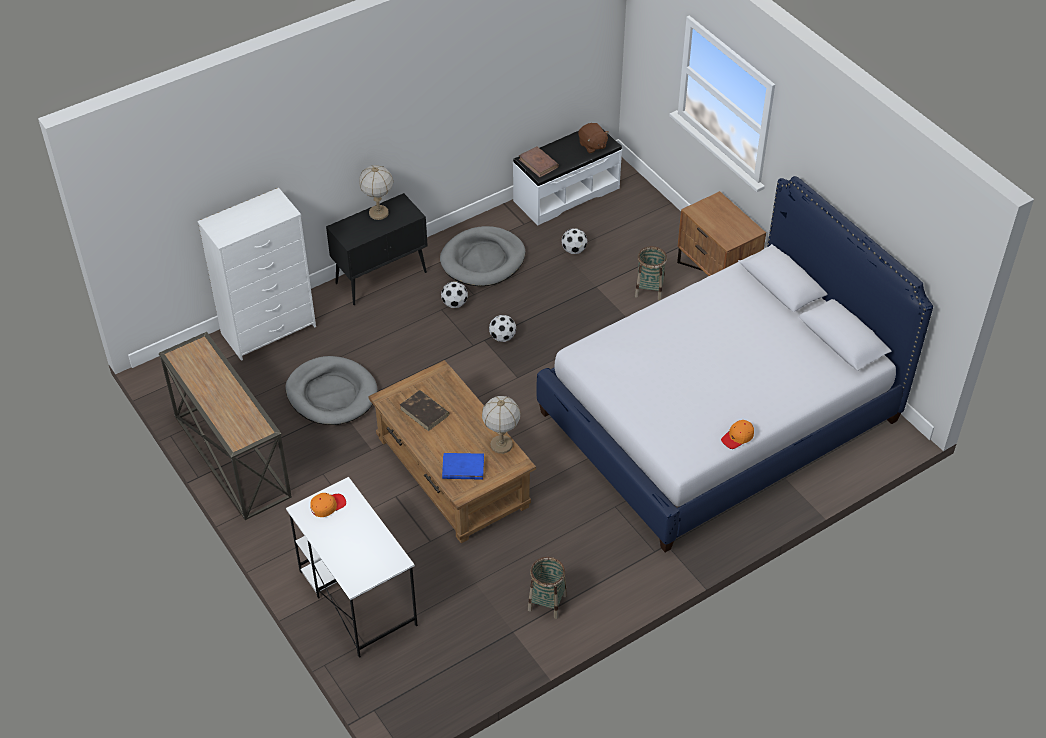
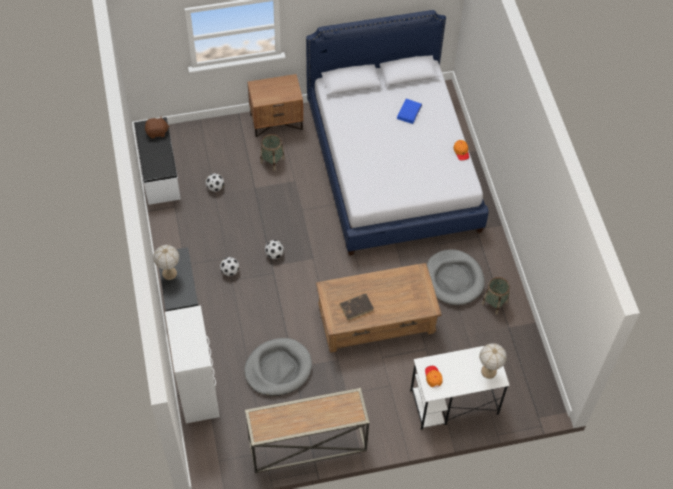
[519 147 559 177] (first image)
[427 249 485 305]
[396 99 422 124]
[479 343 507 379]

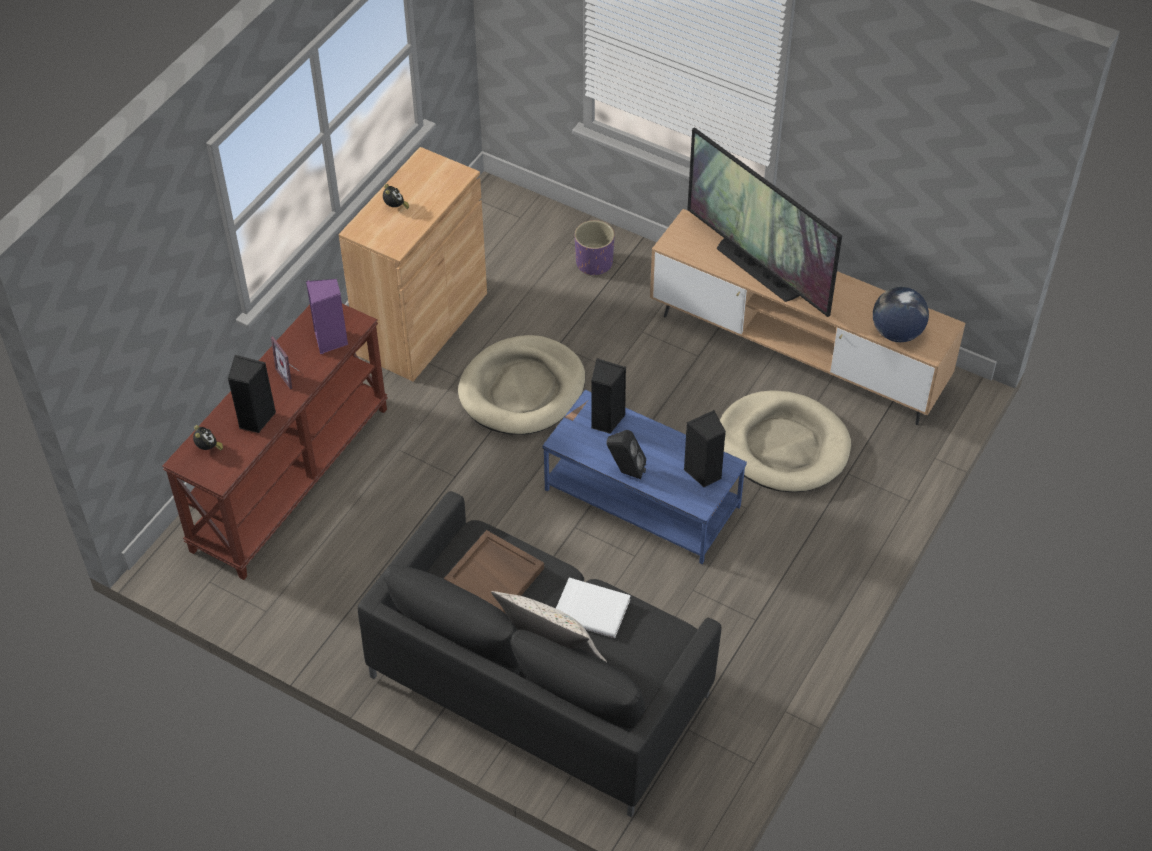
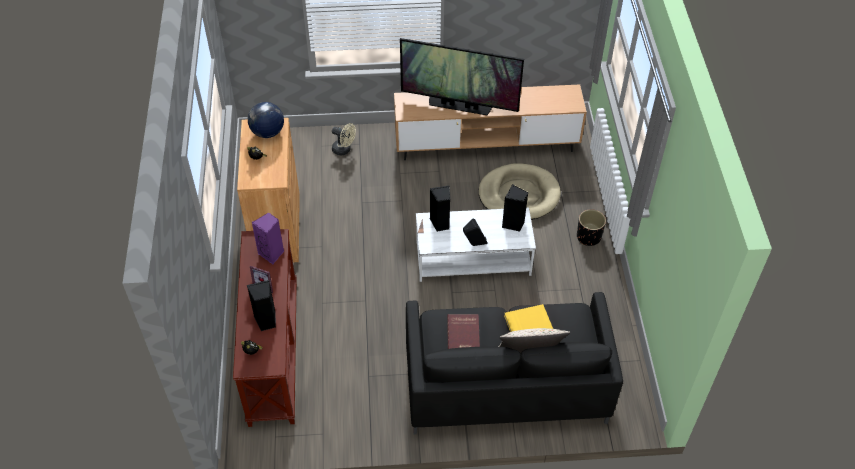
[458 335 585 435] (first image)
[577 209 606 246]
[248 102 284 138]
[447 314 480 349]
[332 123 356 155]
[416 208 536 282]
[504 304 553 332]

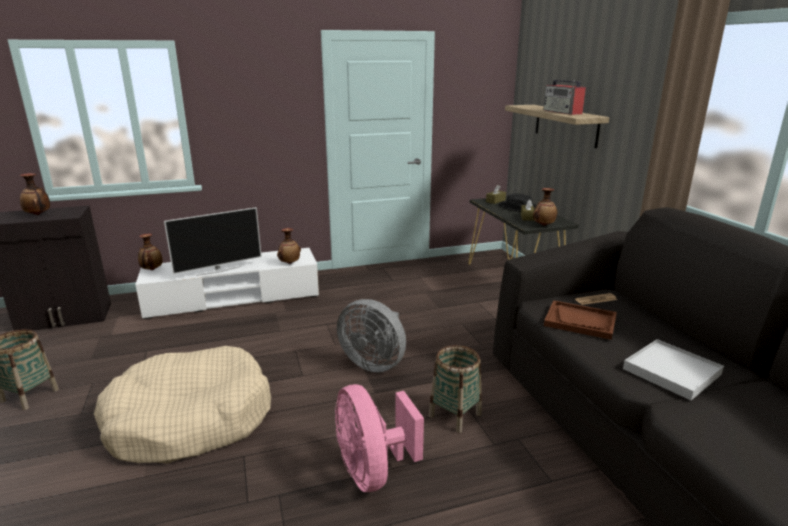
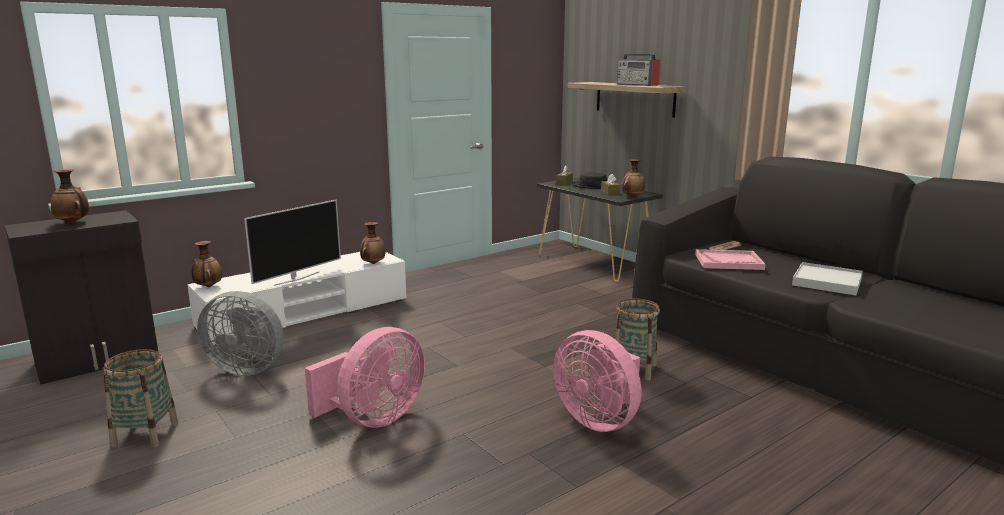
[197 291 284 376]
[305 327 425 427]
[695 249 766 270]

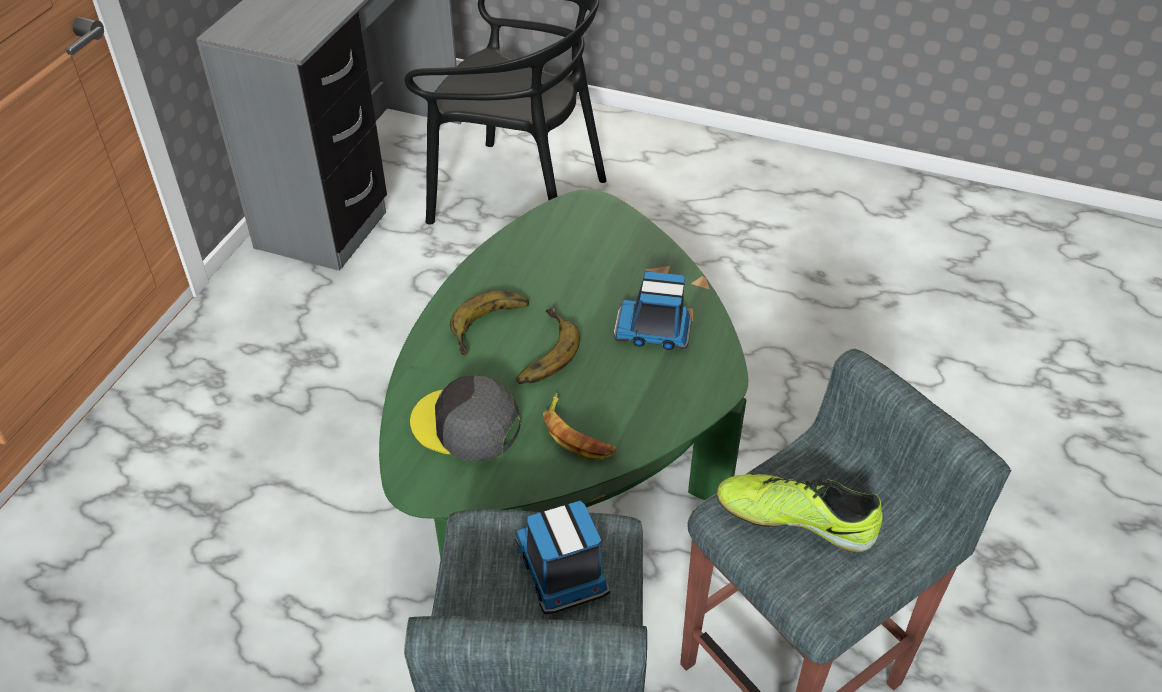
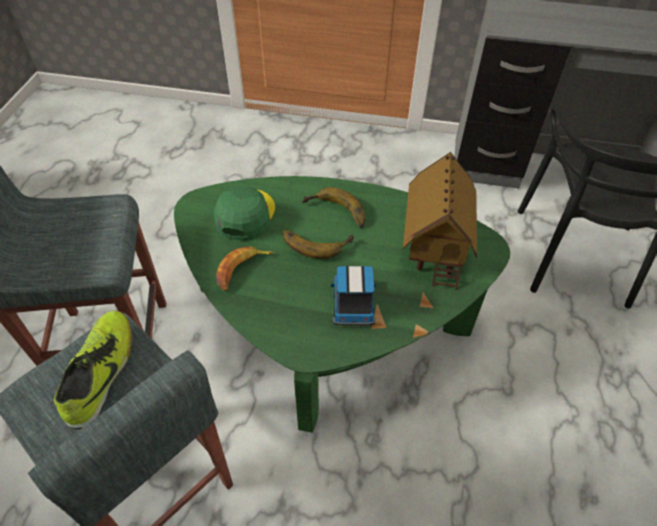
[515 501 611 614] (first image)
[403 152 477 290]
[214 186 275 241]

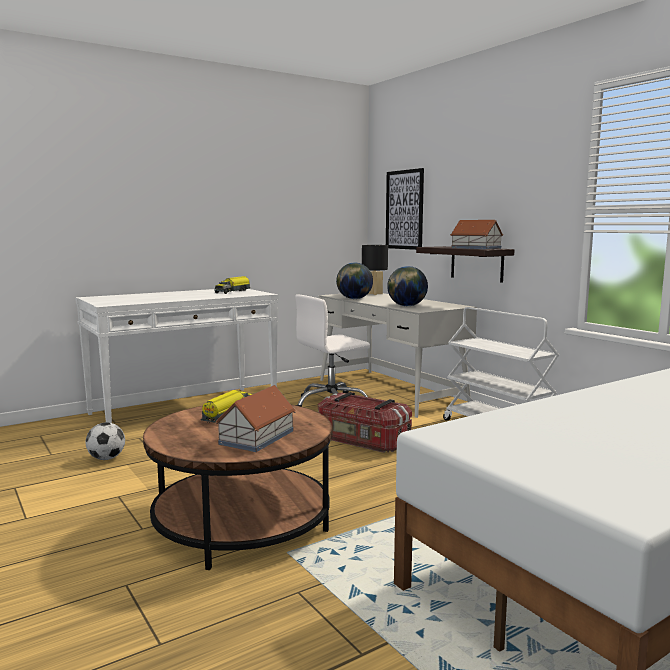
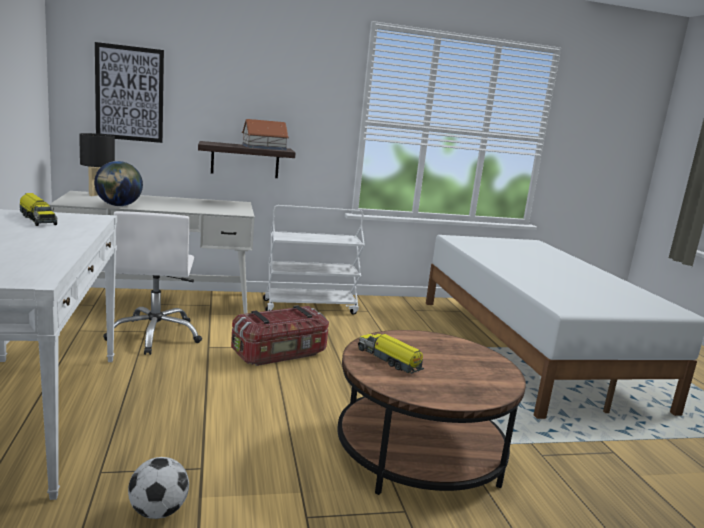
[215 385 296 452] (first image)
[387 266 428 306] (first image)

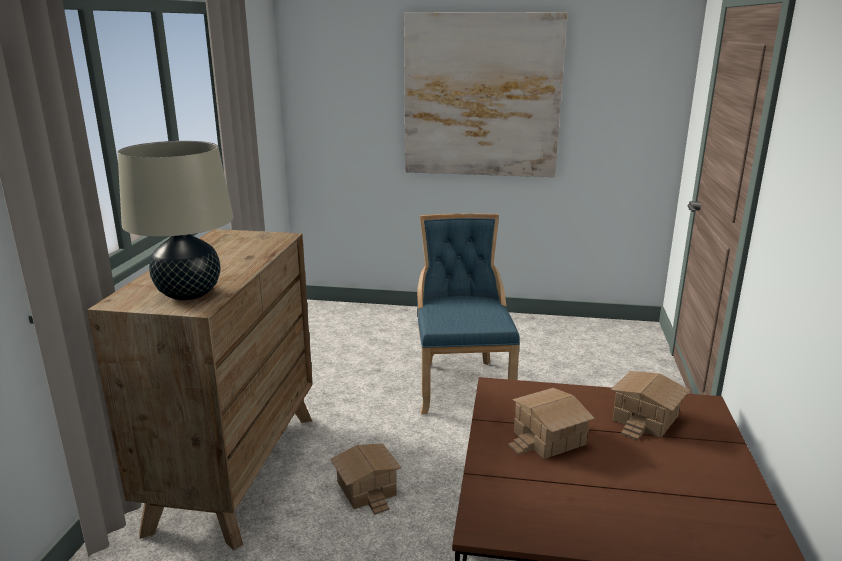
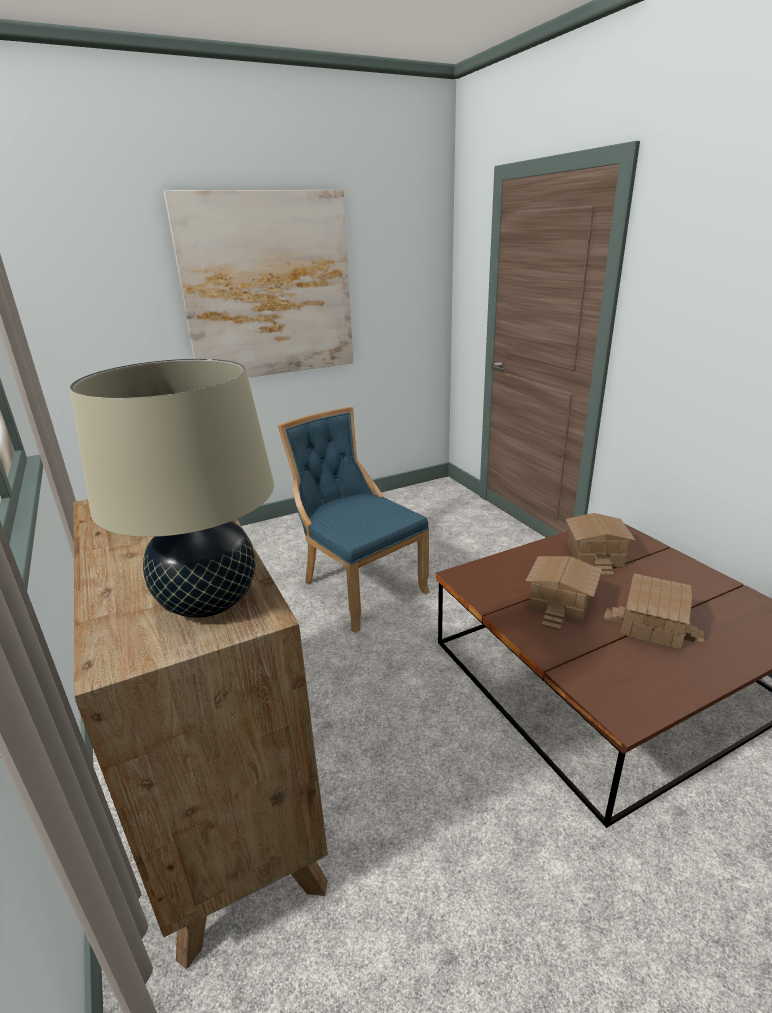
[603 573 704 650]

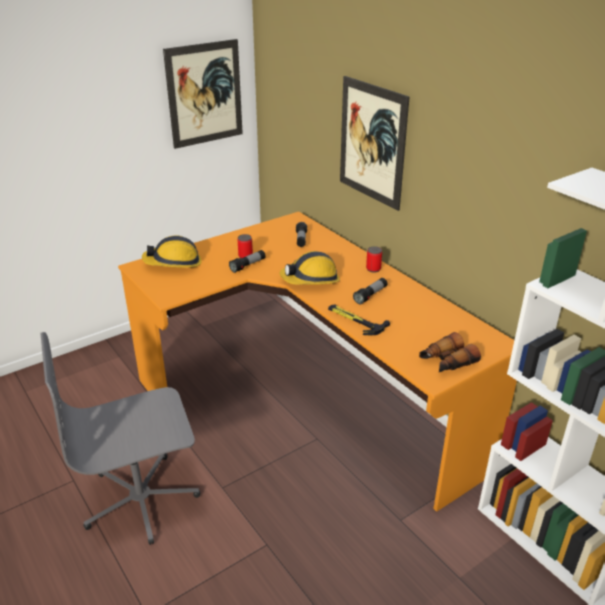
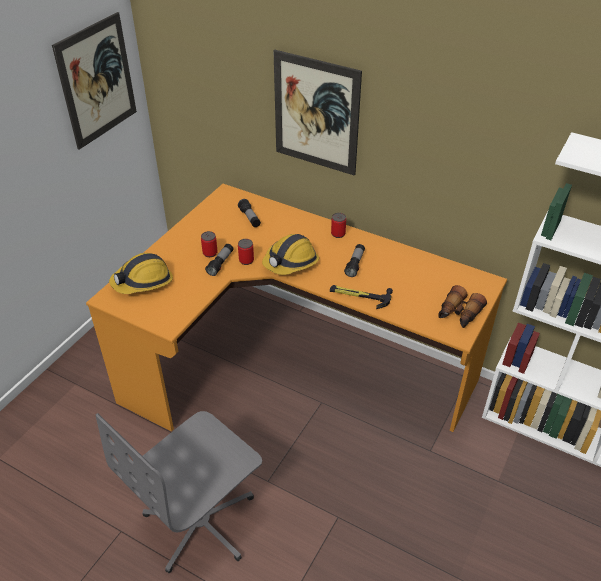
[238 239 254 265]

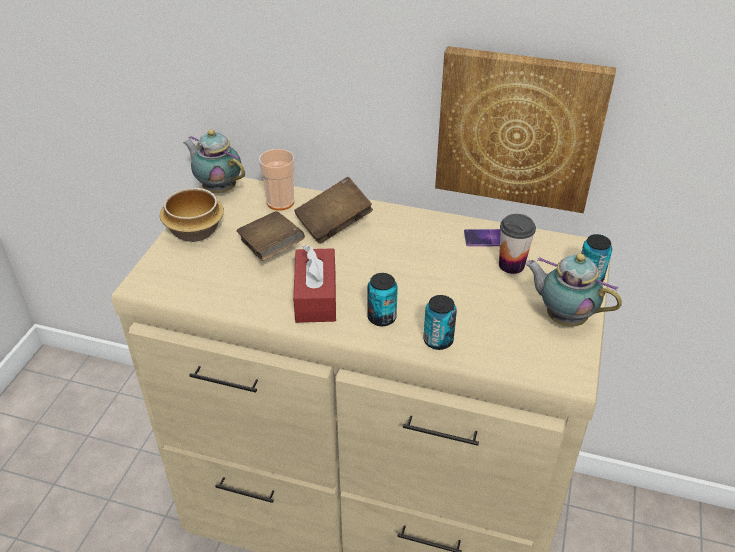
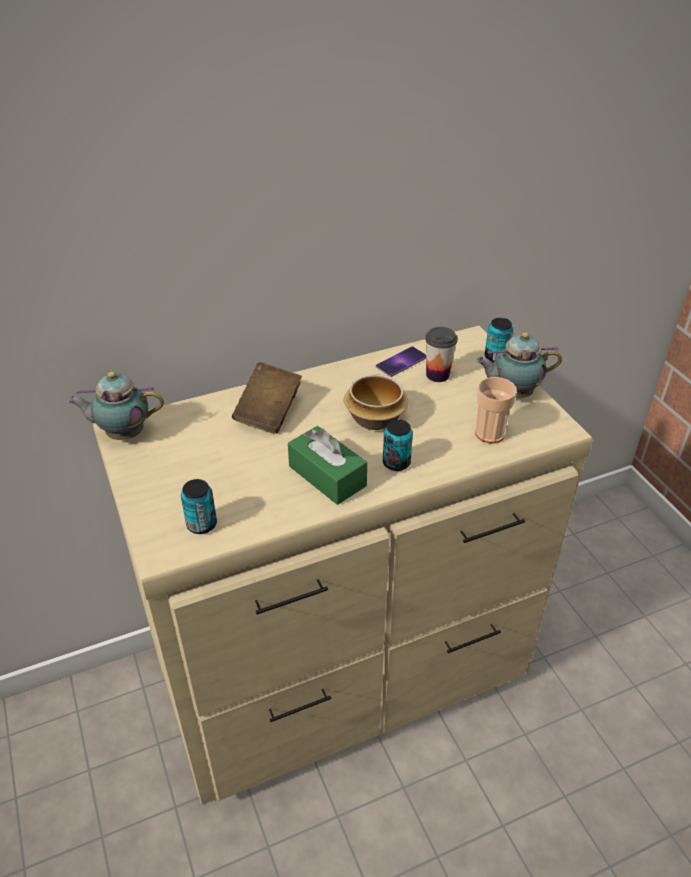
[236 211 305 261] (first image)
[435 46 616 213] (first image)
[344 374 408 430]
[475 377 517 444]
[181 479 217 534]
[288 426 367 505]

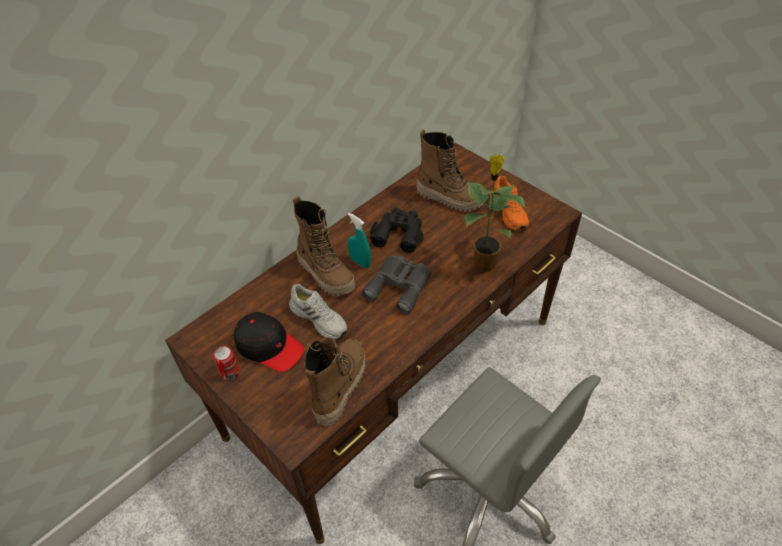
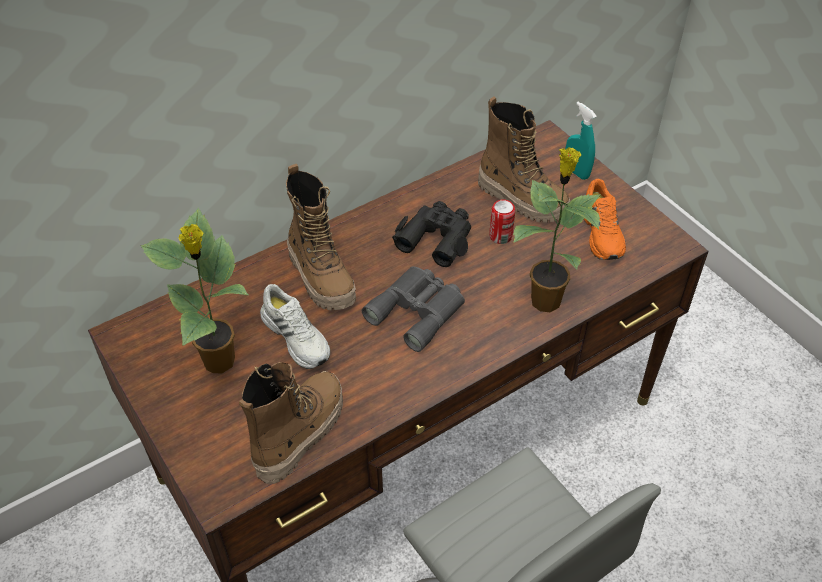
[489 199 515 244]
[565 102 597 180]
[141 208 249 373]

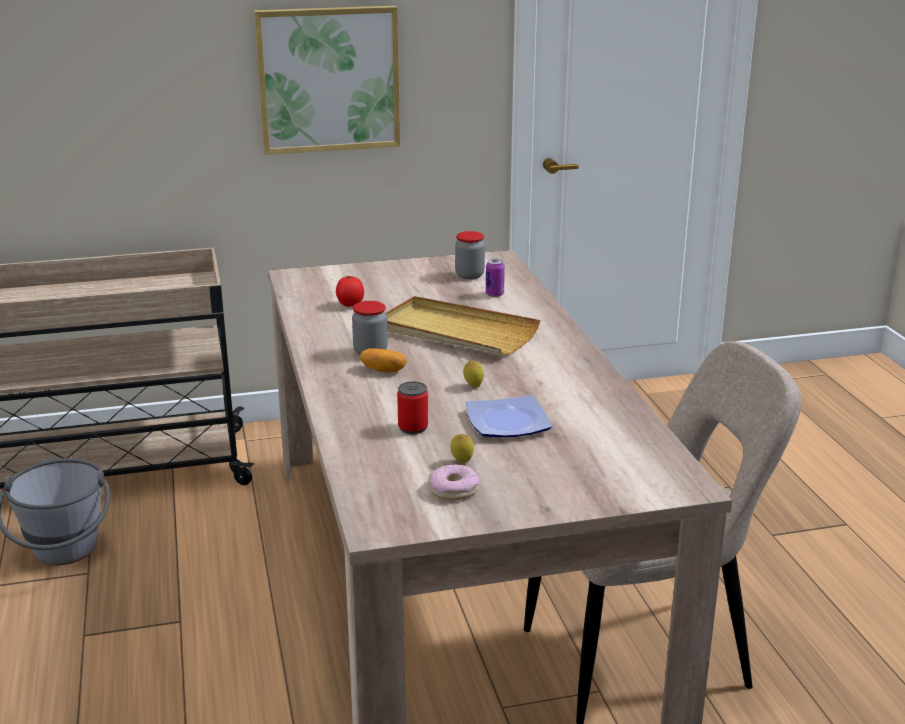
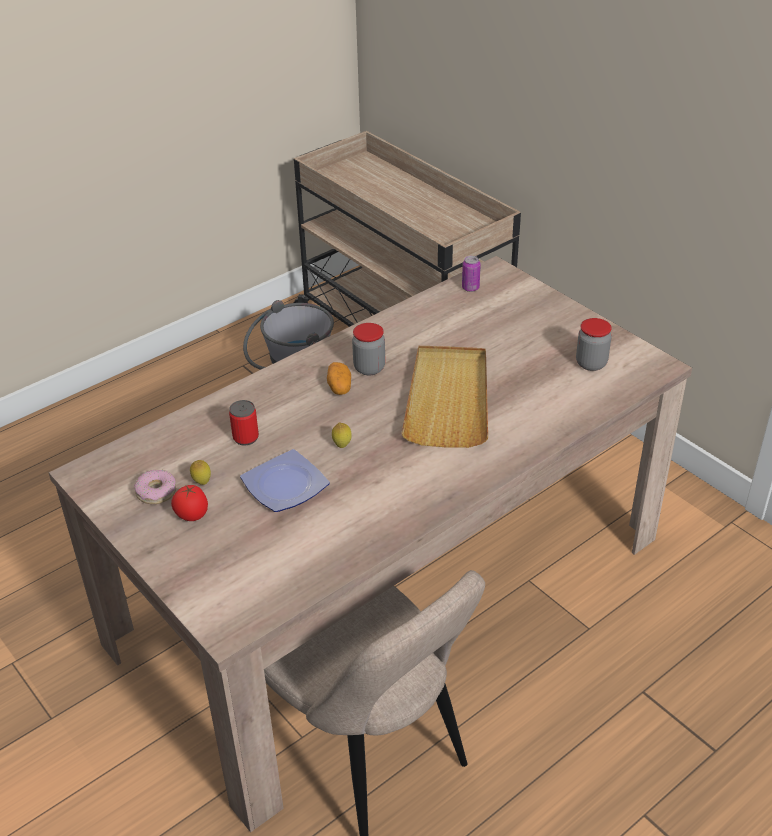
[254 6 400 155] (first image)
[171 485 208 521]
[462 256 481 292]

